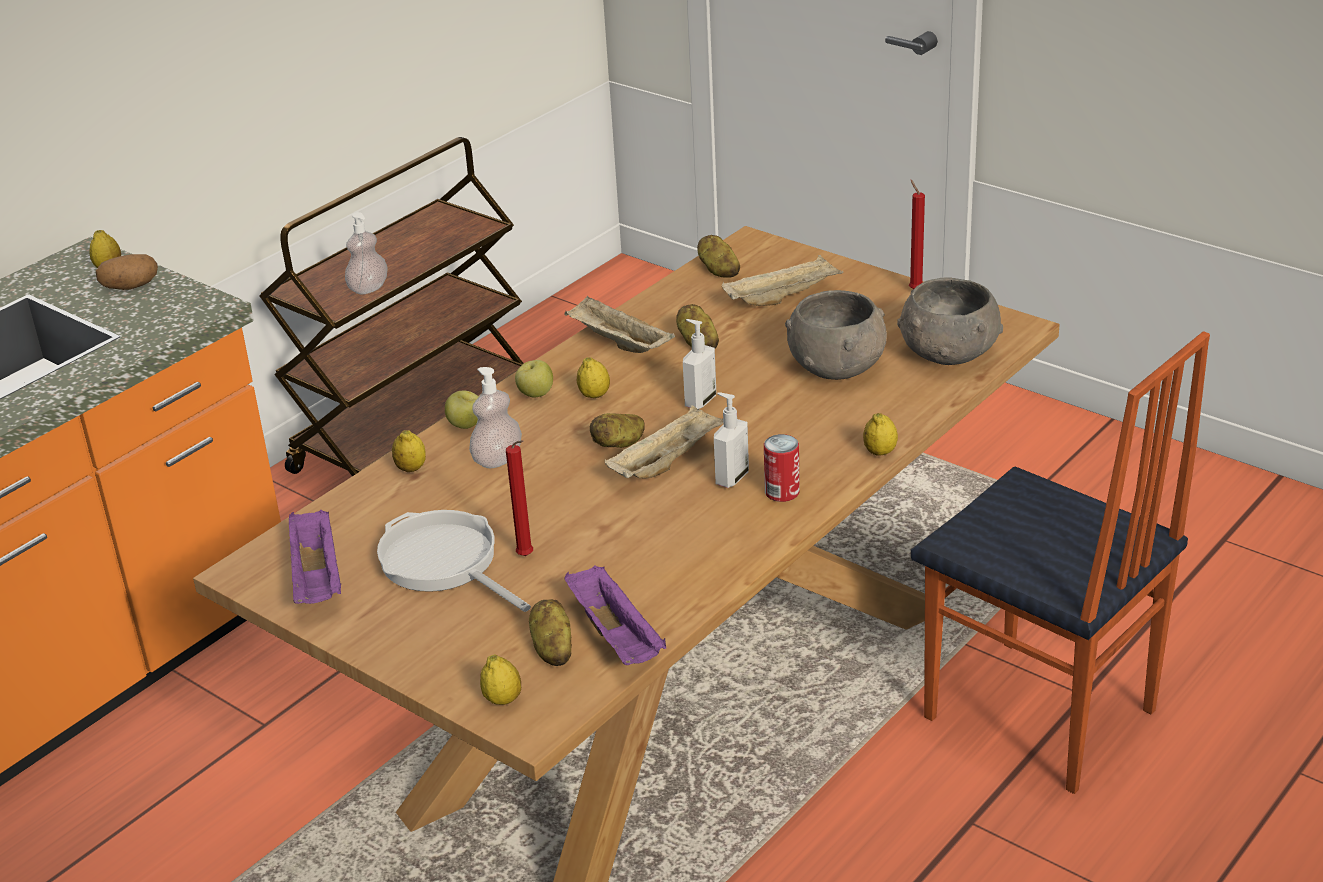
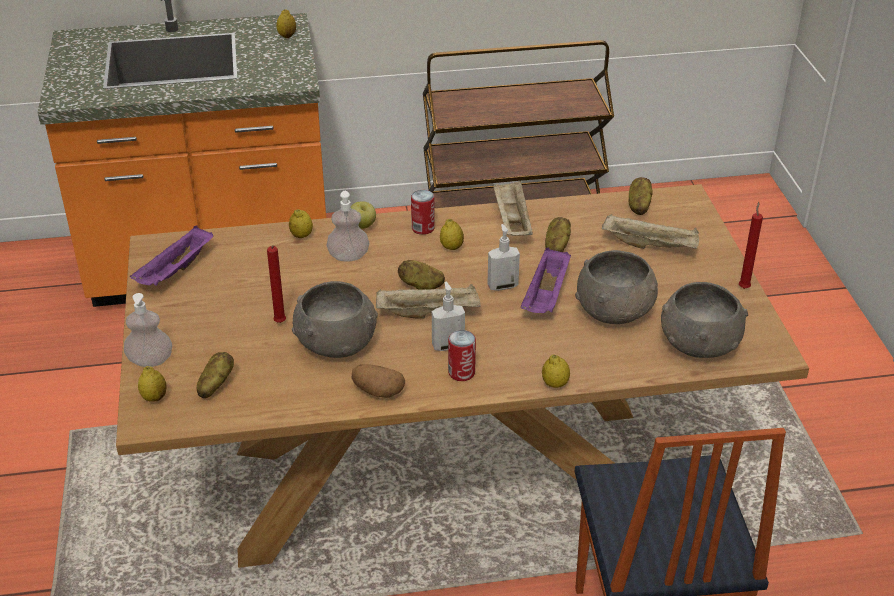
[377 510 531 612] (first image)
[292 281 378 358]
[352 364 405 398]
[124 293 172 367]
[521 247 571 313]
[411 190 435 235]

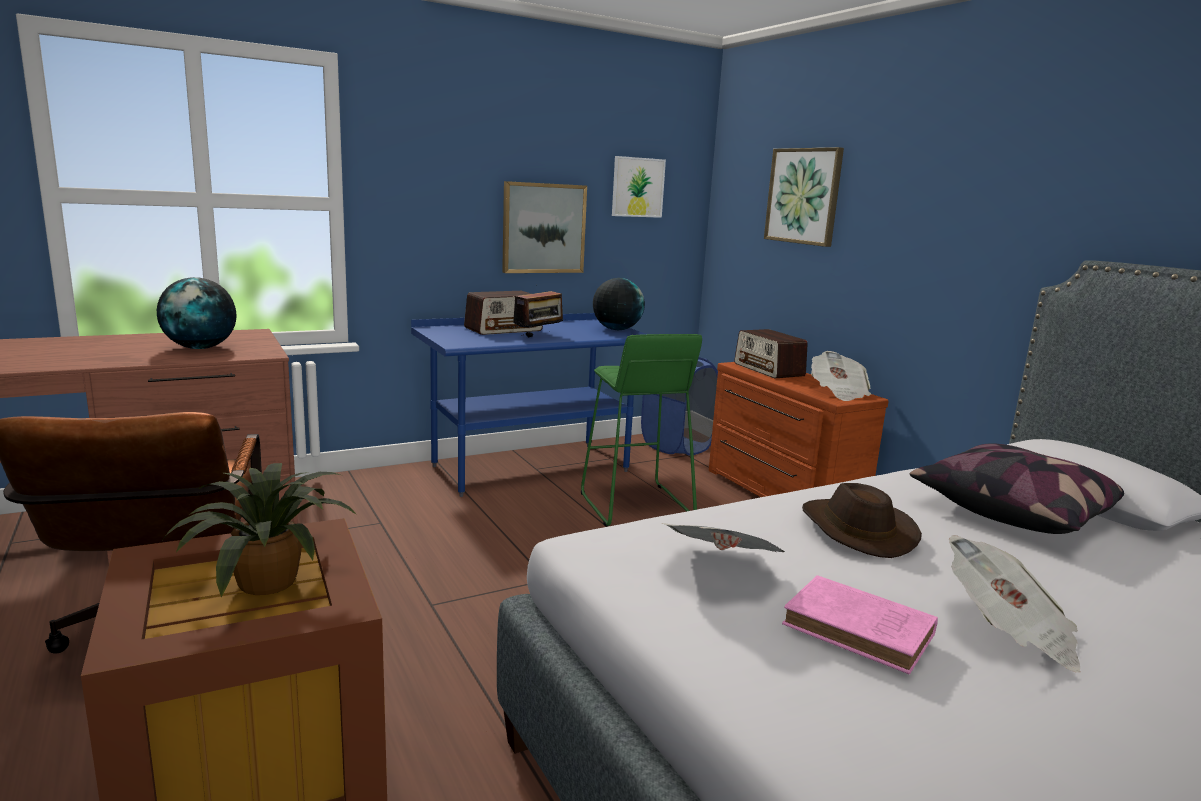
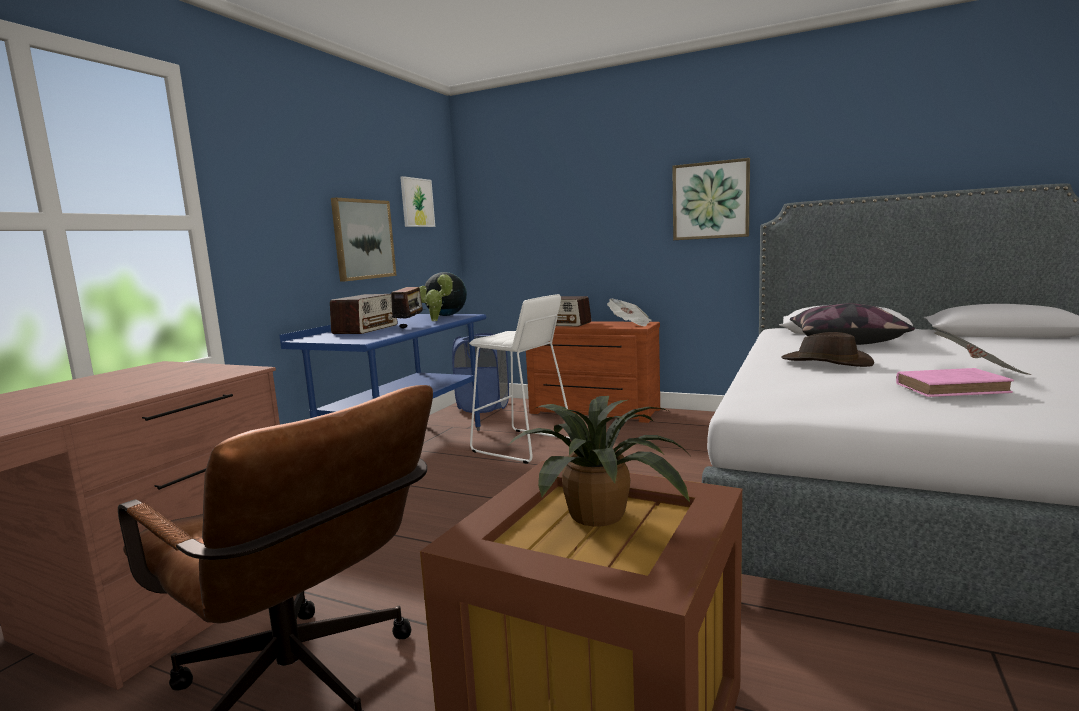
[157 277 236 349] (first image)
[662 523 785 553] (first image)
[419 274 453 321]
[672 158 750 240]
[469 294 571 464]

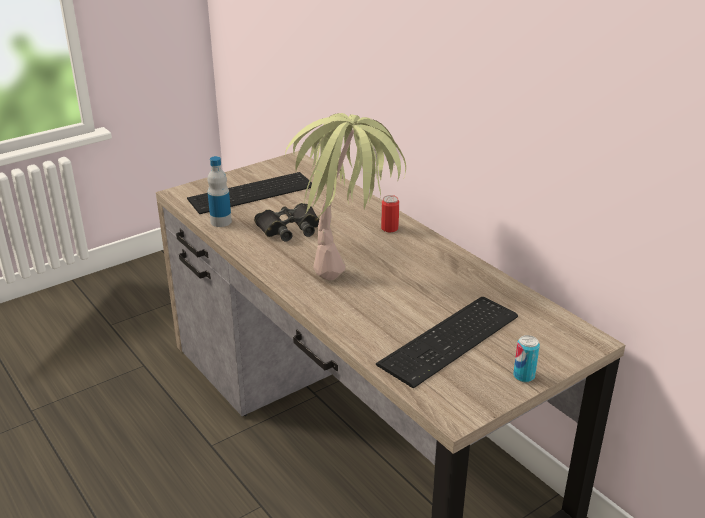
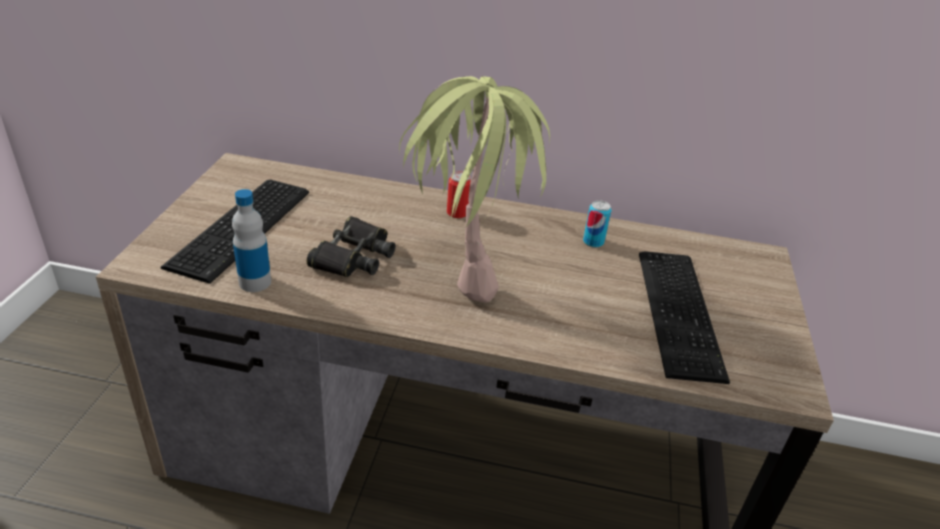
[583 200 612 248]

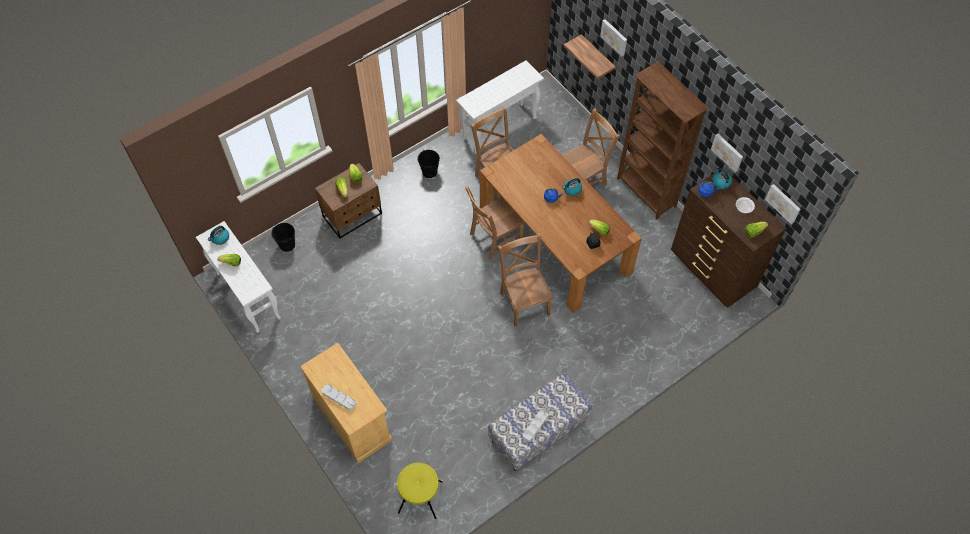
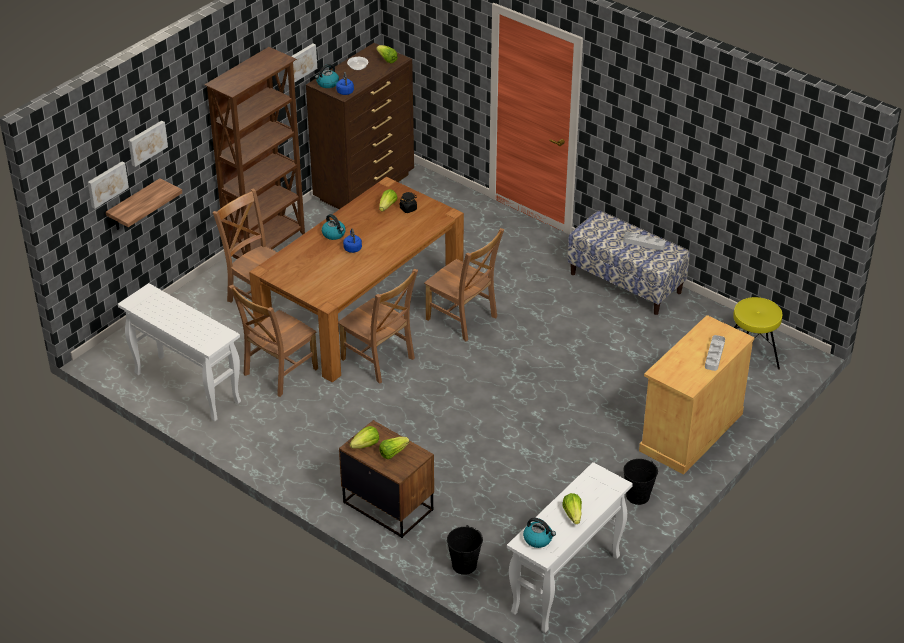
[623 459 658 505]
[88 162 129 209]
[424 228 504 341]

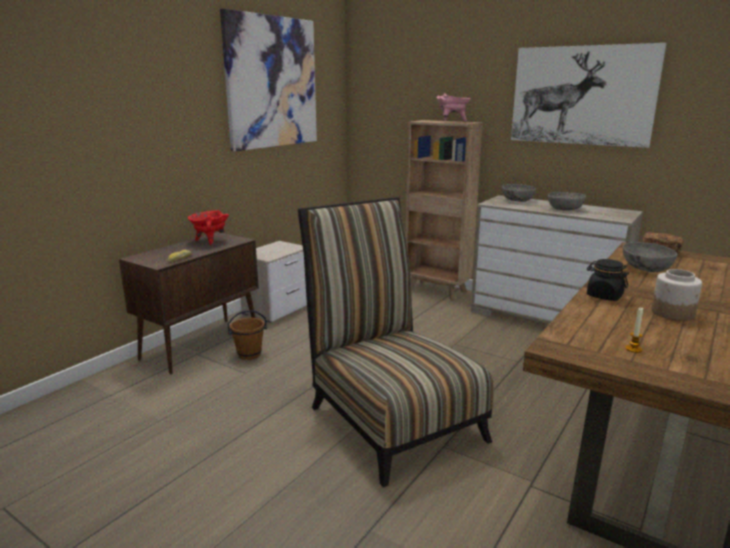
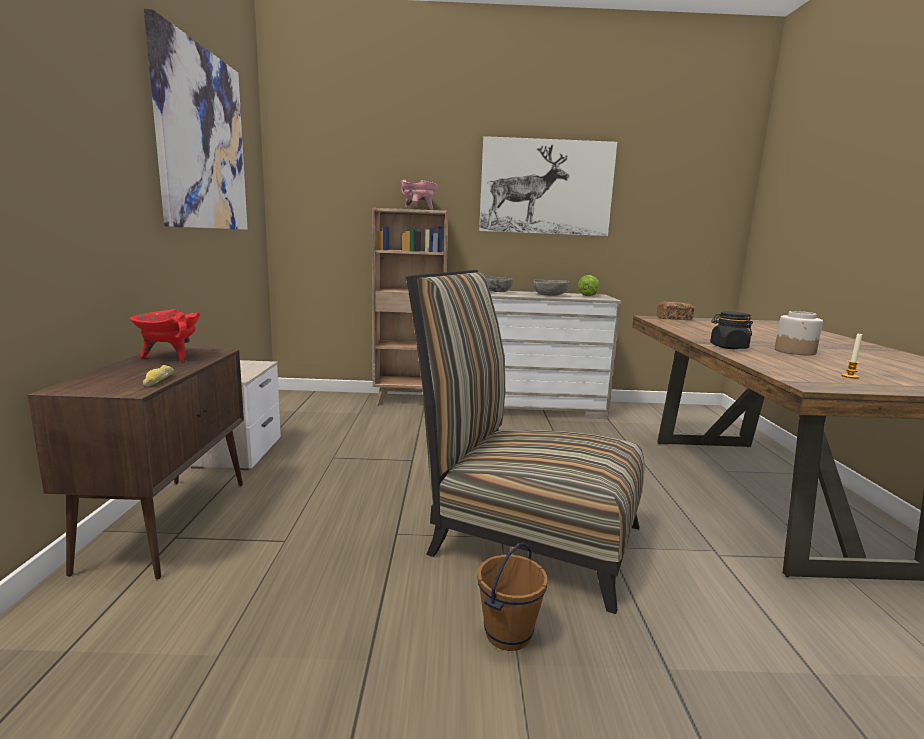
[623 242 677 272] (first image)
[578 275 599 296]
[477 543 548 651]

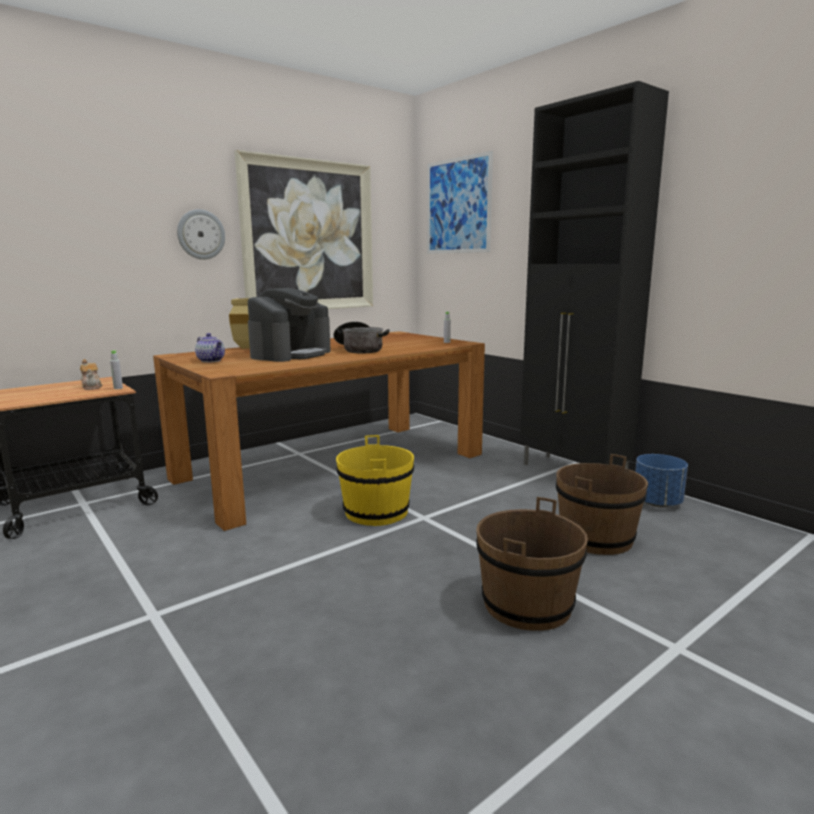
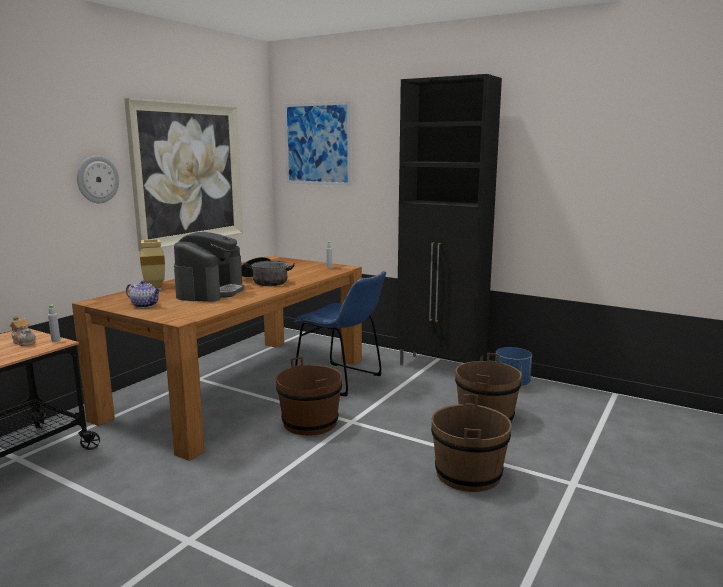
[294 271 386 396]
[276 357 342 436]

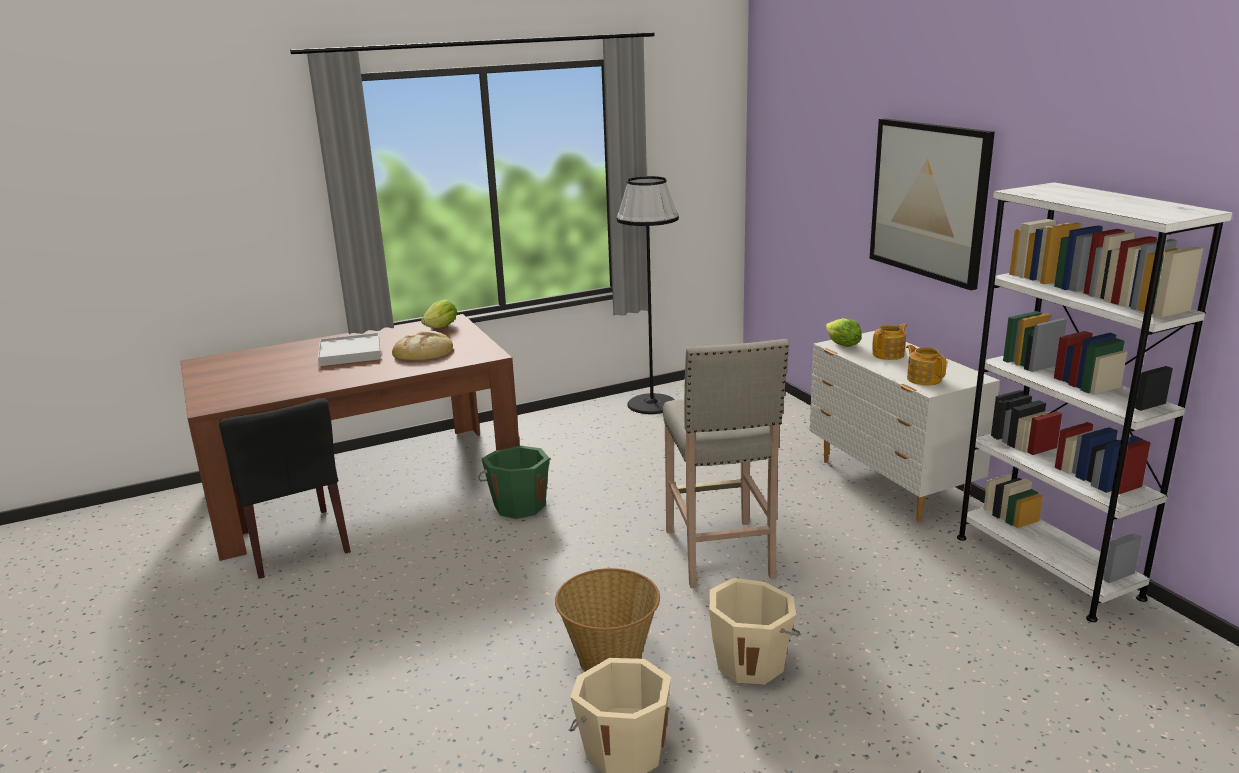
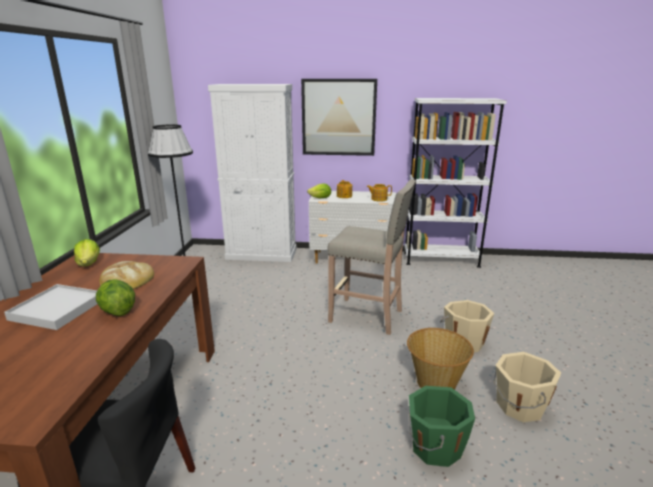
[96 279 135 316]
[208 84 297 262]
[409 386 475 467]

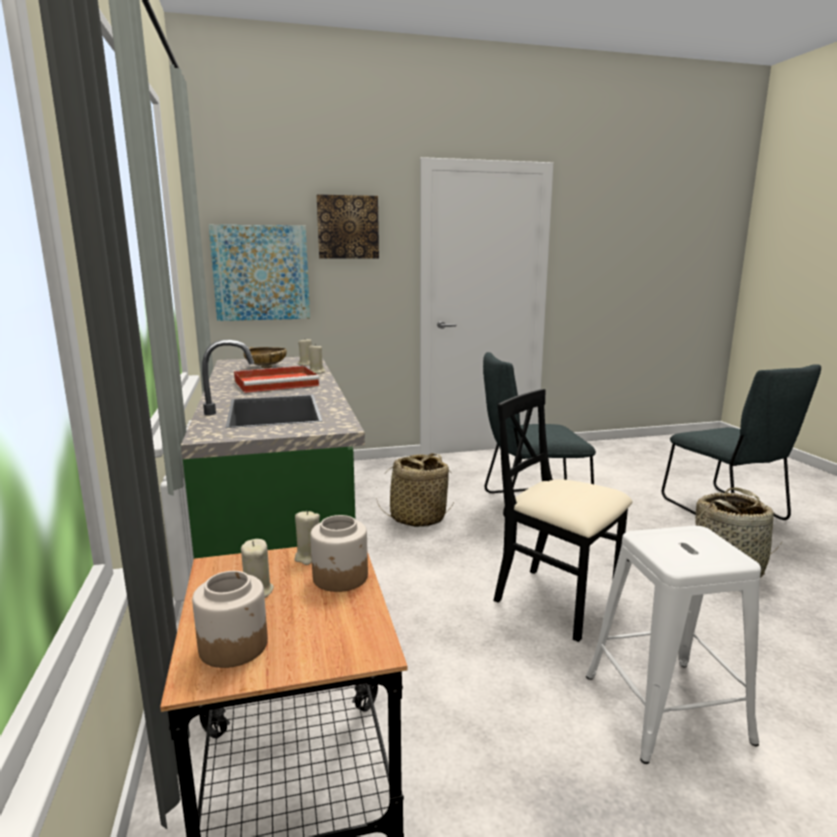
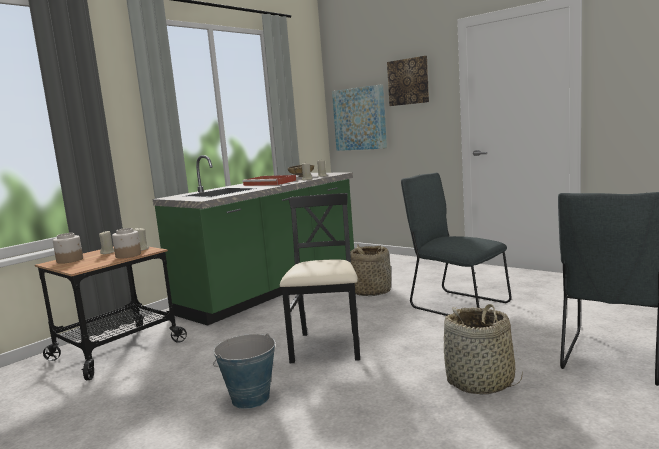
[213 333 275 409]

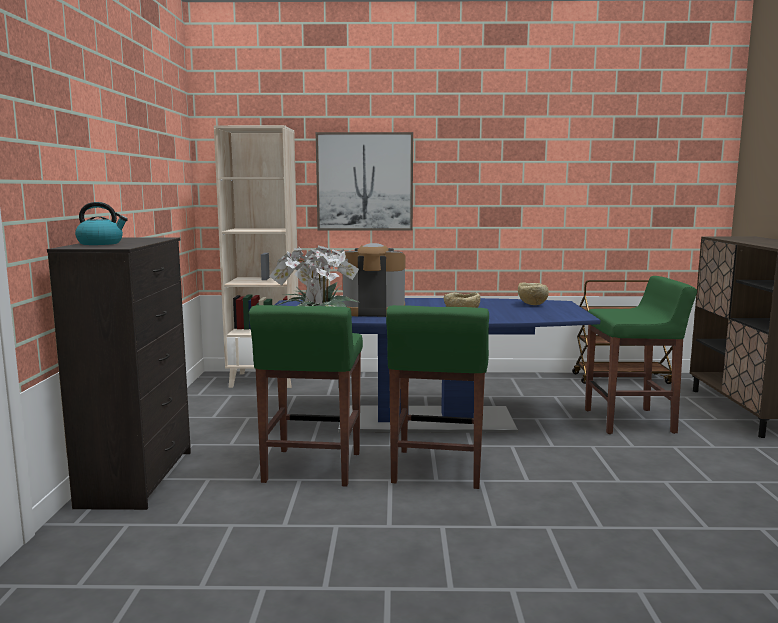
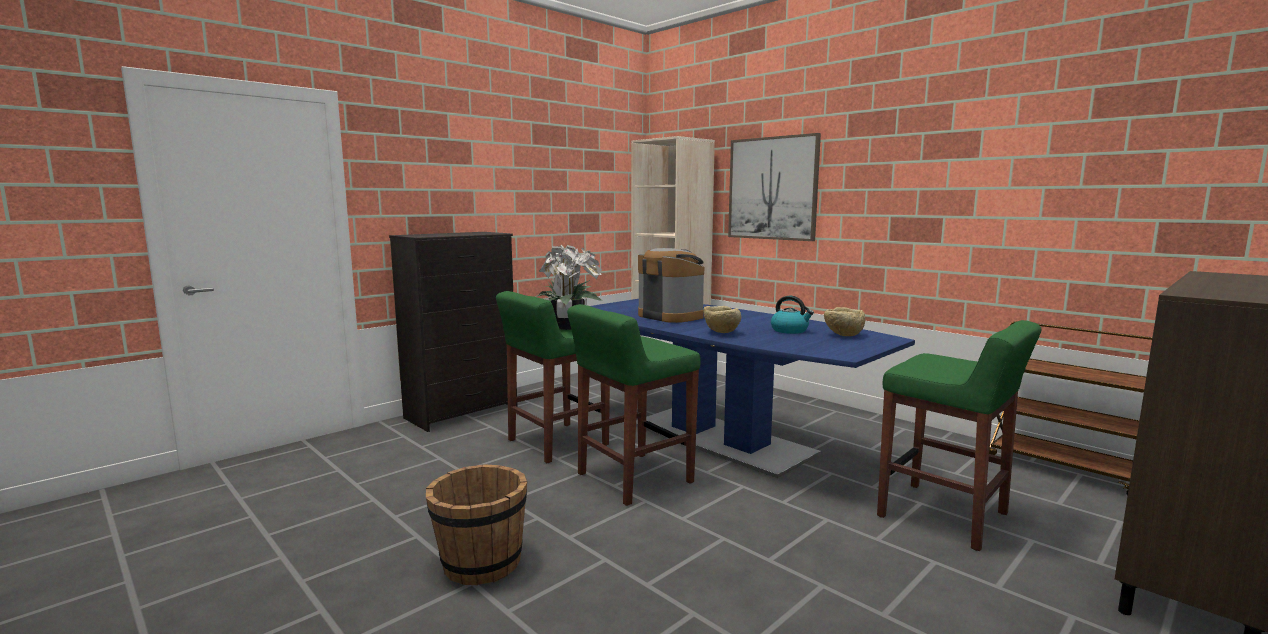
[426 464 527 585]
[771 296 814 334]

